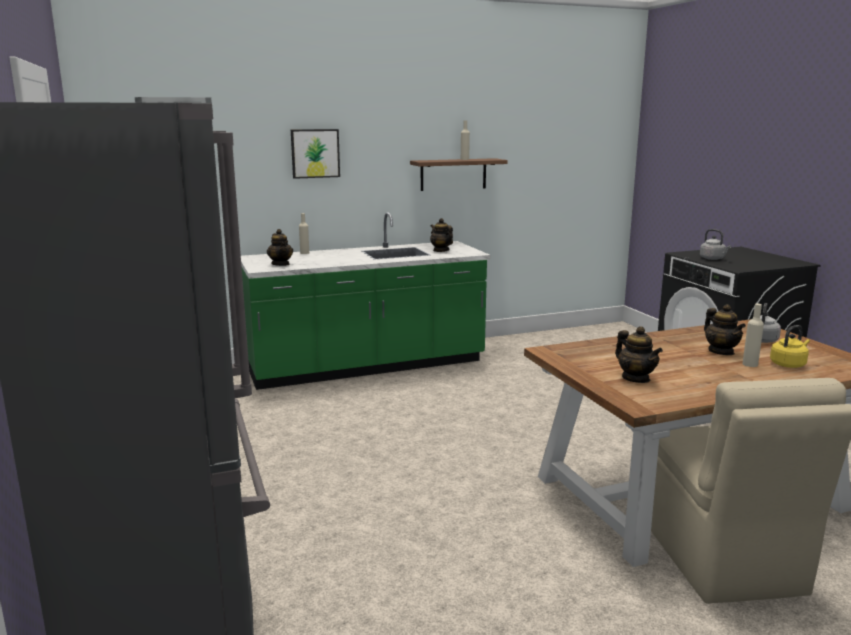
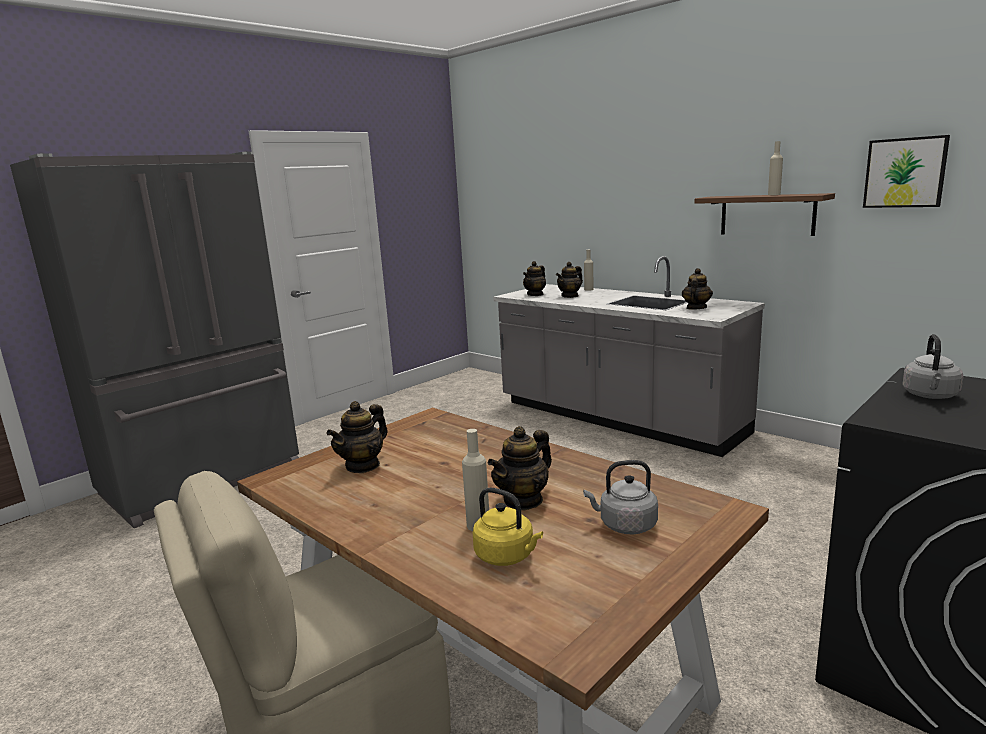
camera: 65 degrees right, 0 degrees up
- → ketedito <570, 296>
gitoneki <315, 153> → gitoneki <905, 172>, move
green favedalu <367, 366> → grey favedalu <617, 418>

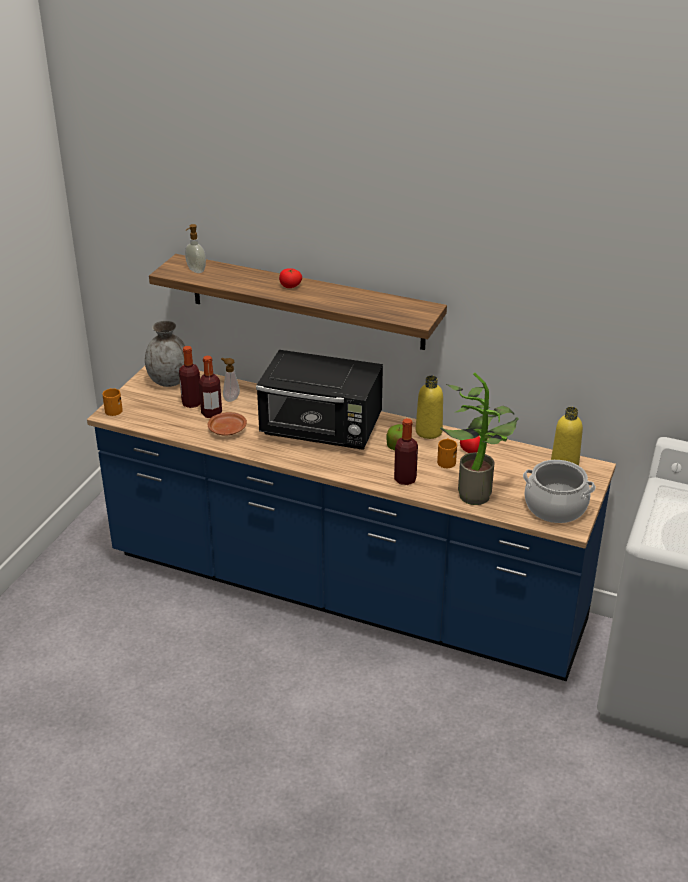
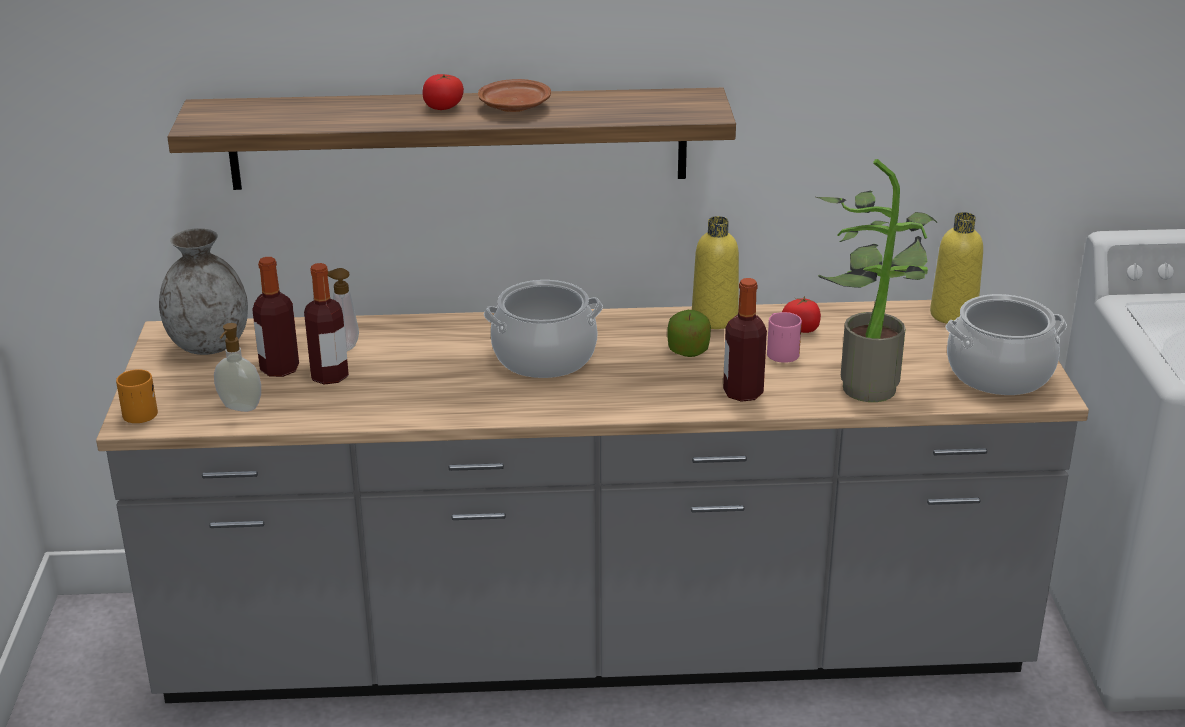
camera: 25 degrees left, 5 degrees down
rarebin <195, 270> → rarebin <240, 408>, move
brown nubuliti <227, 429> → brown nubuliti <514, 107>, move
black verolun <322, 430> → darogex <544, 357>
blue favedalu <344, 593> → grey favedalu <594, 648>
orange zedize <446, 460> → pink zedize <779, 351>

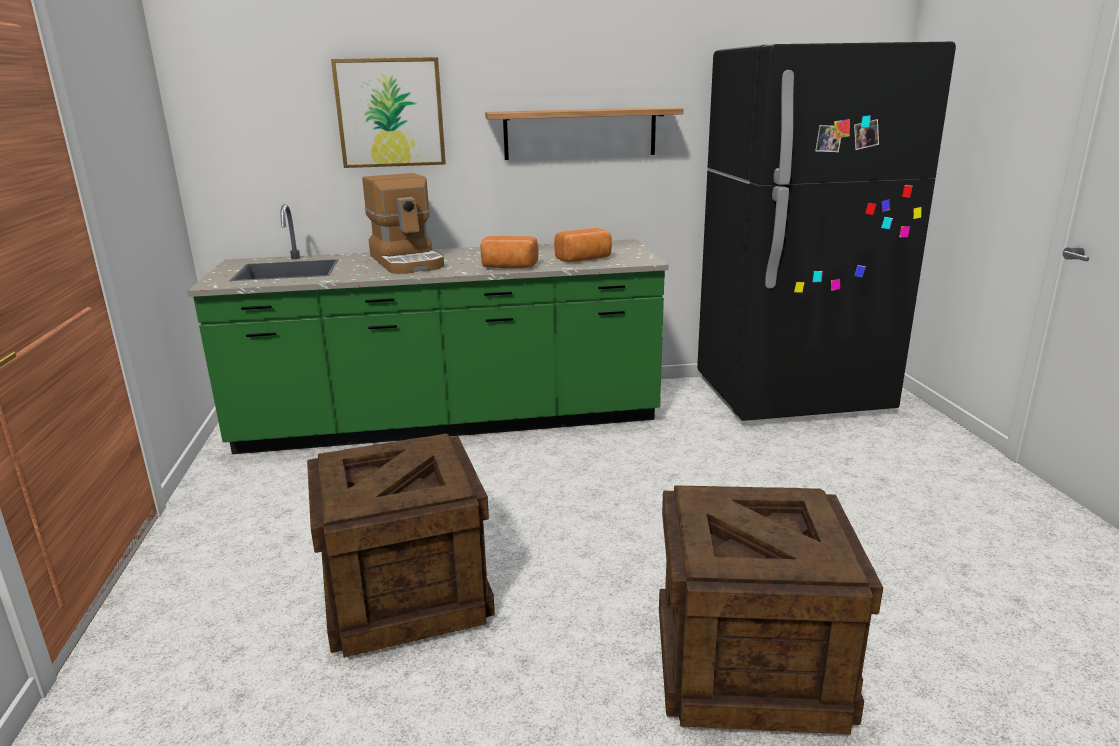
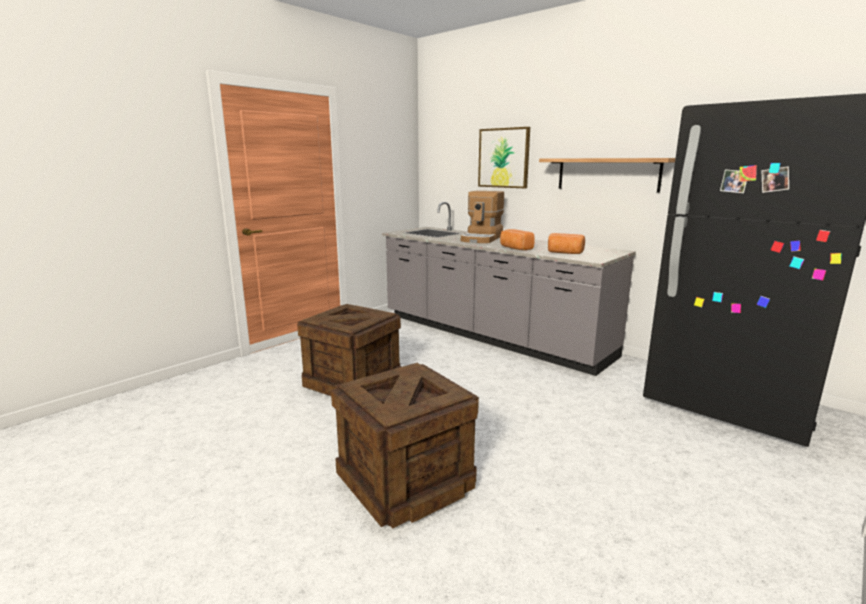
camera: 50 degrees right, 5 degrees down
green favedalu <450, 421> → grey favedalu <491, 335>

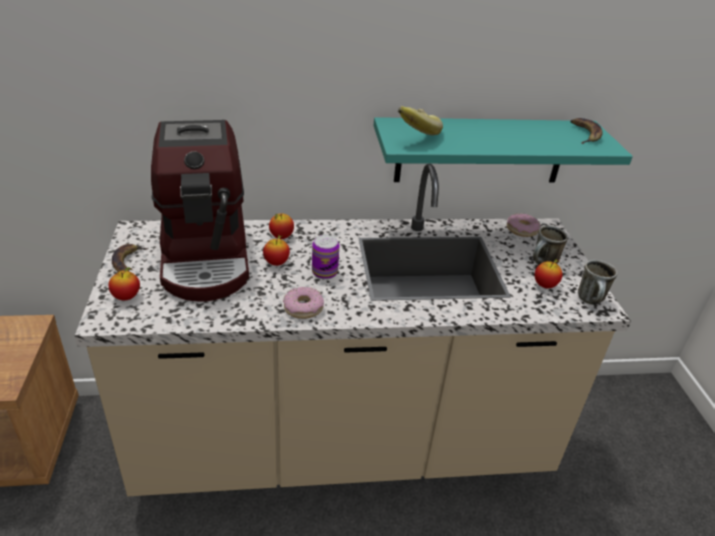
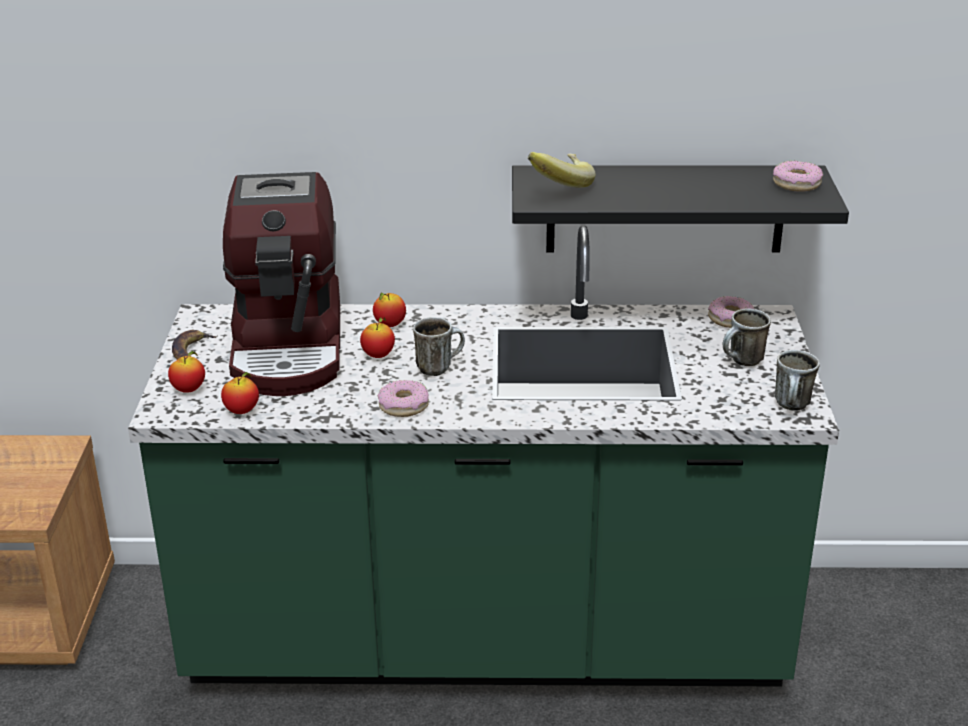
camera: 10 degrees right, 5 degrees down
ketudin <545, 285> → ketudin <242, 411>, move
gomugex <324, 272> → zedize <439, 367>
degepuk <584, 134> → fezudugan <796, 183>
beige favedalu <343, 445> → green favedalu <486, 642>
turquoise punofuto <481, 151> → black punofuto <665, 208>

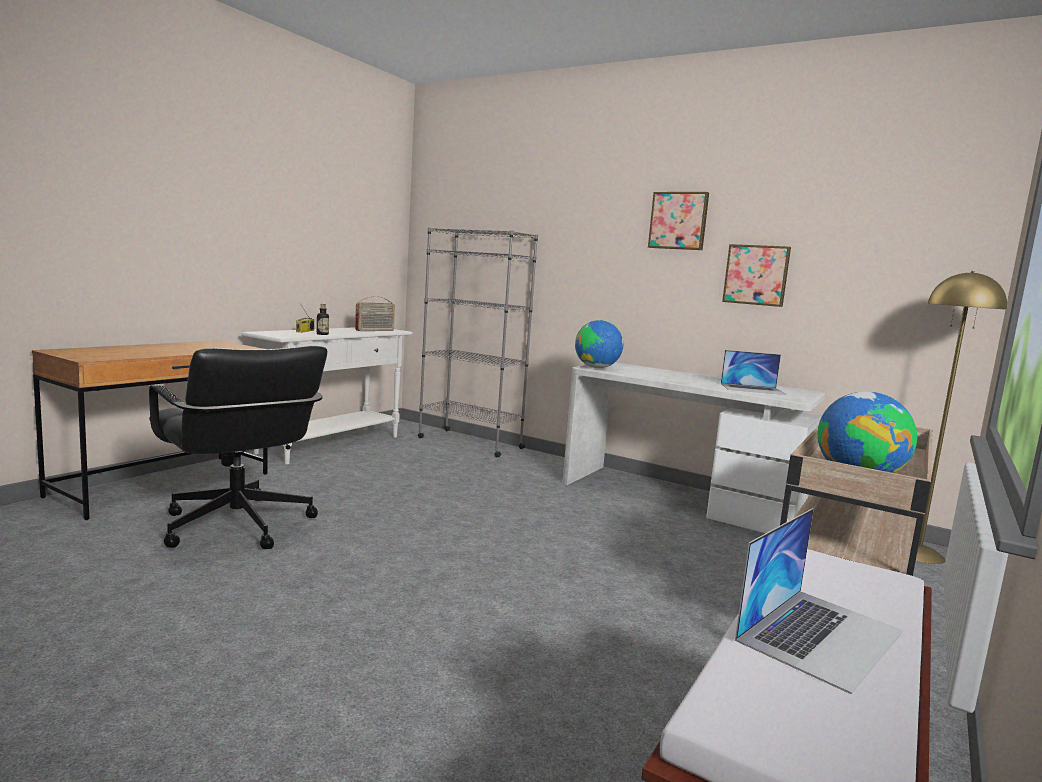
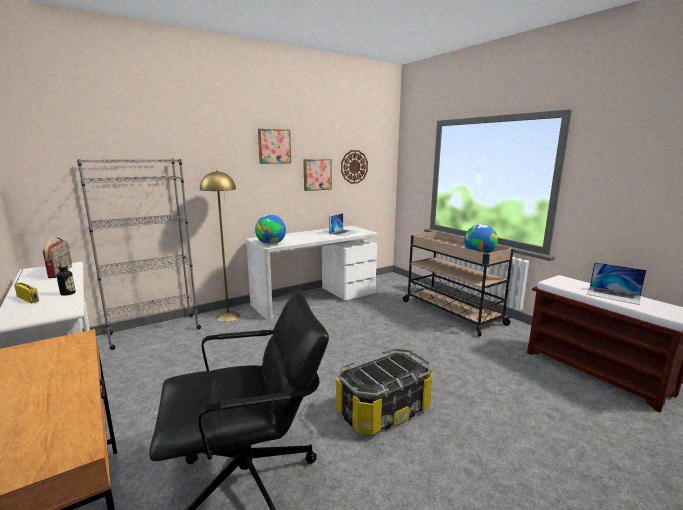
camera: 65 degrees left, 5 degrees up
- → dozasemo <383, 409>
- → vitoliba <354, 166>
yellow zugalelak <919, 554> → yellow zugalelak <228, 316>, move
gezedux <820, 635> → gezedux <613, 295>, 150 degrees clockwise

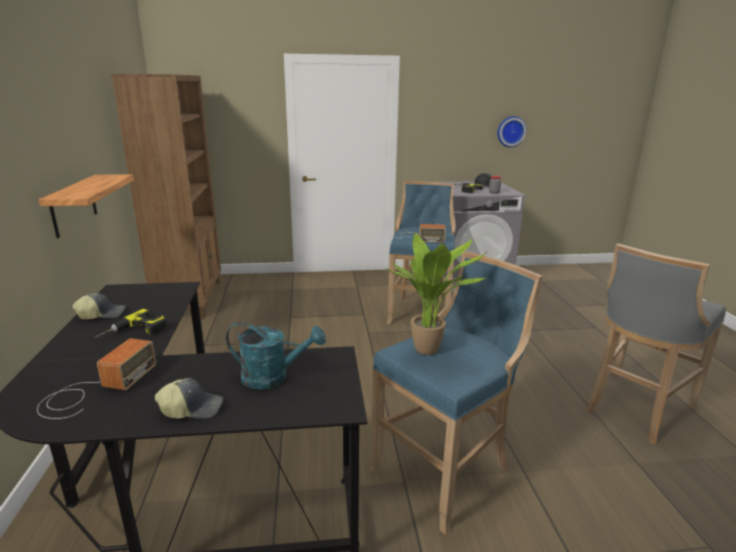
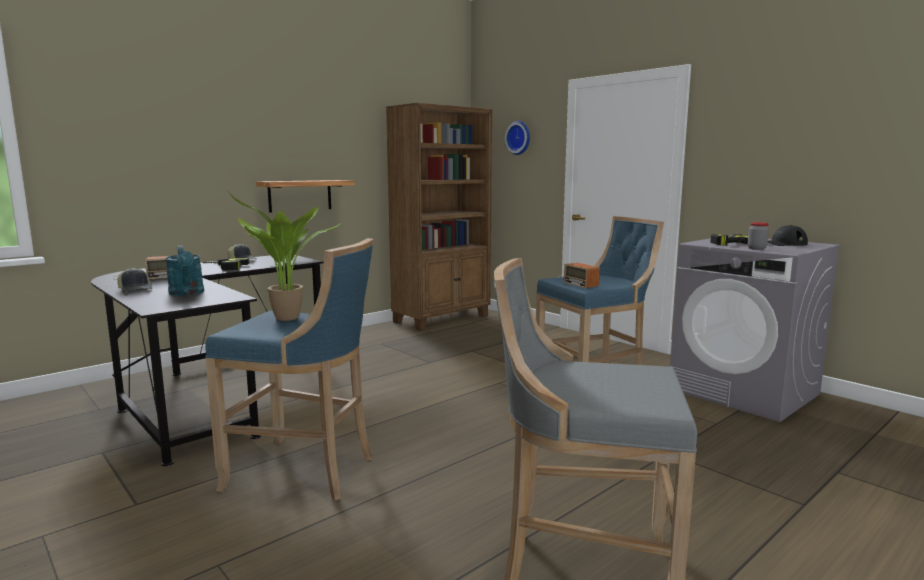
camera: 55 degrees right, 10 degrees down
vitoliba <510, 131> → vitoliba <519, 138>, move

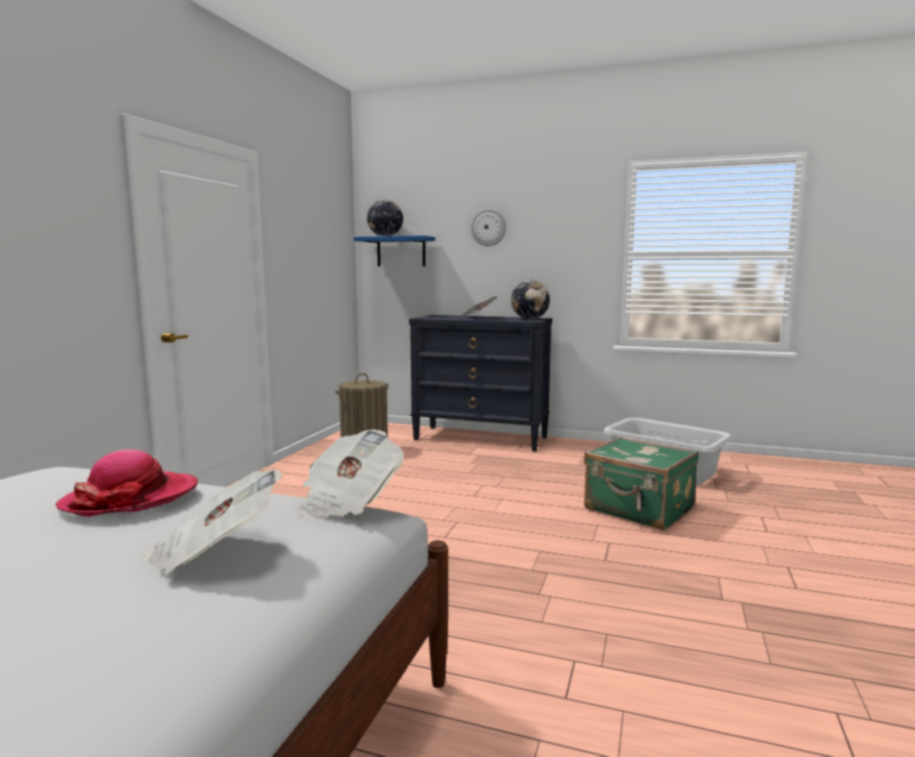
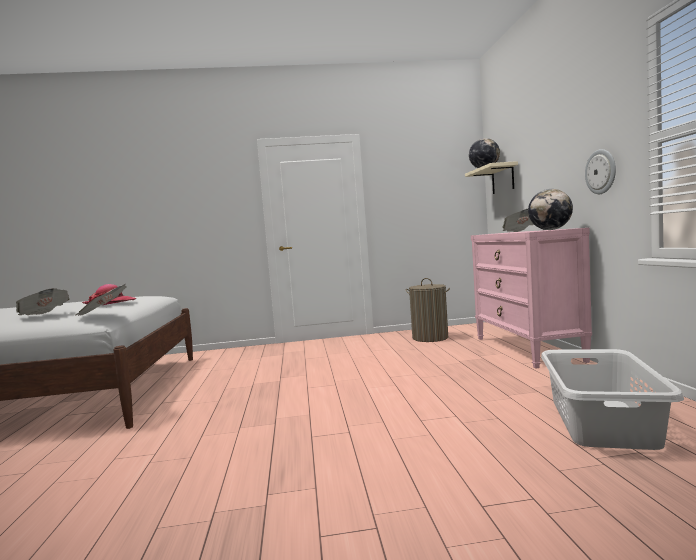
camera: 65 degrees right, 5 degrees down
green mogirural <638, 510> → -
vitoliba <488, 227> → vitoliba <601, 171>, move
blue punofuto <401, 252> → beige punofuto <503, 179>
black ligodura <481, 438> → pink ligodura <527, 349>

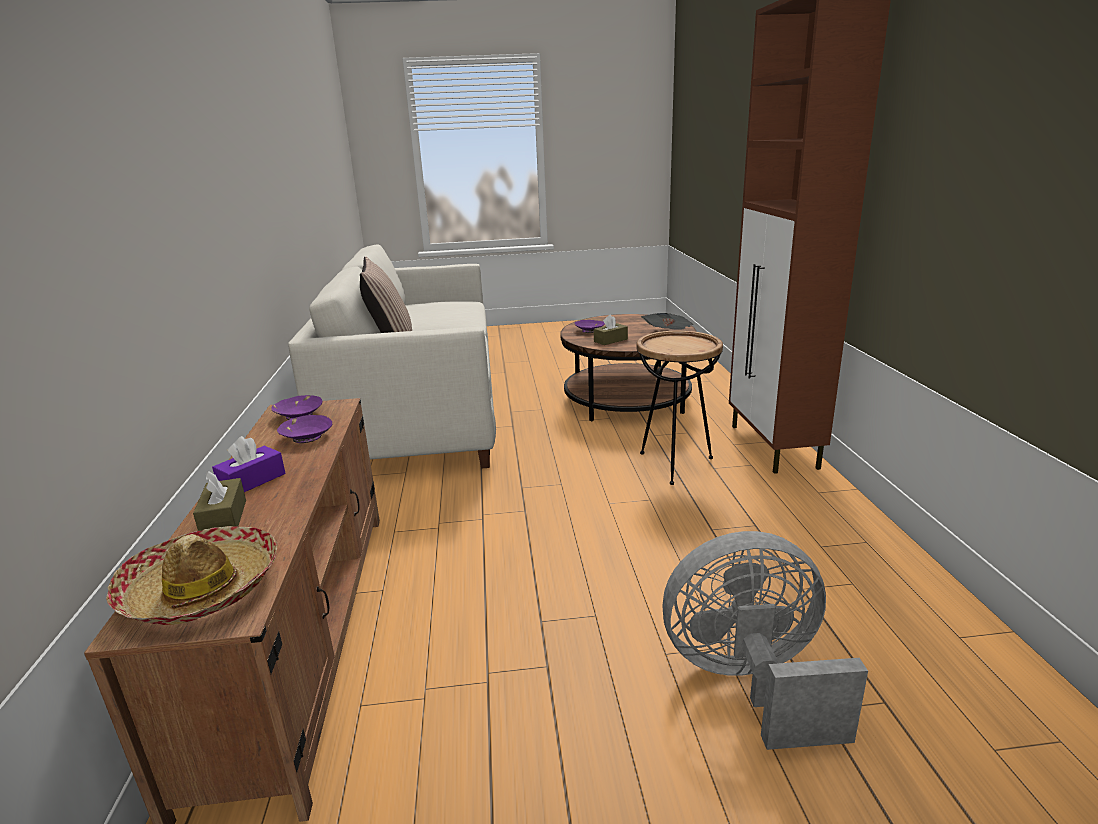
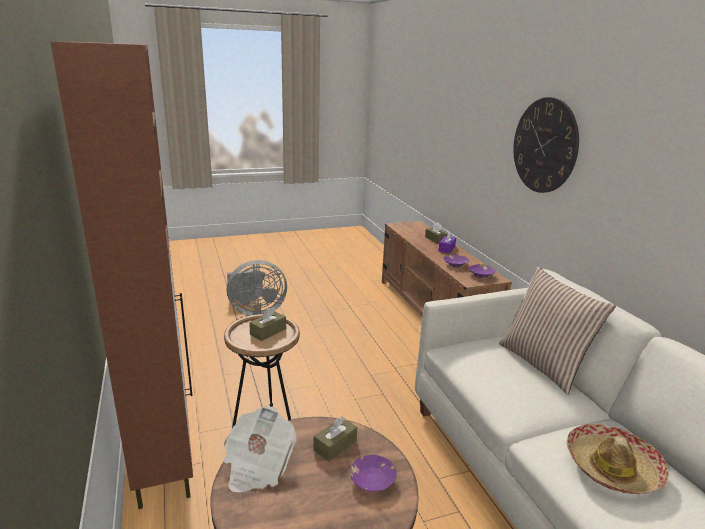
camera: 165 degrees right, 0 degrees up
- → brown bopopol <268, 331>
- → vitoliba <544, 145>
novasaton <202, 588> → novasaton <612, 467>, move

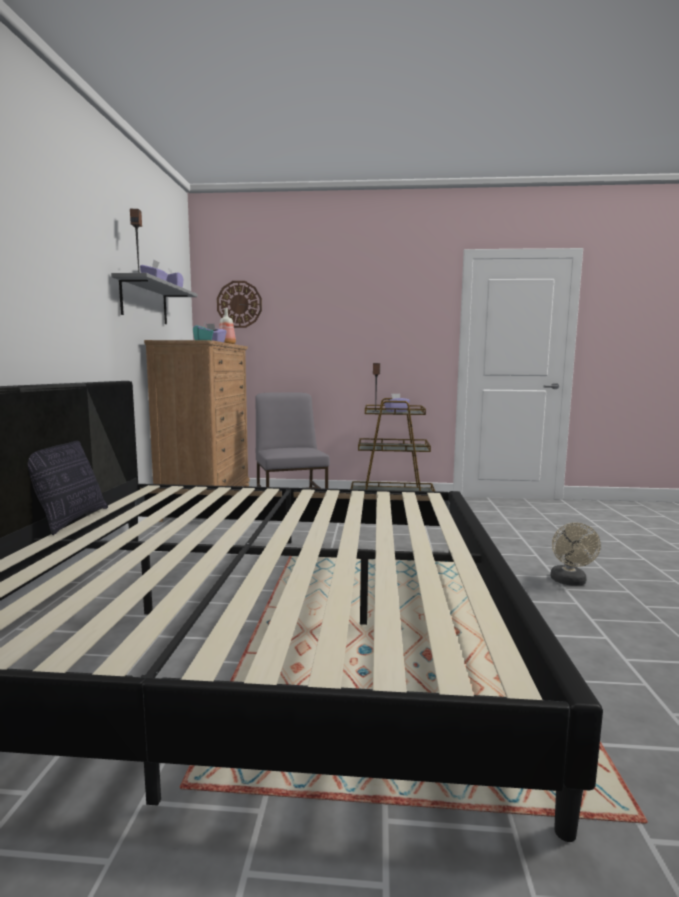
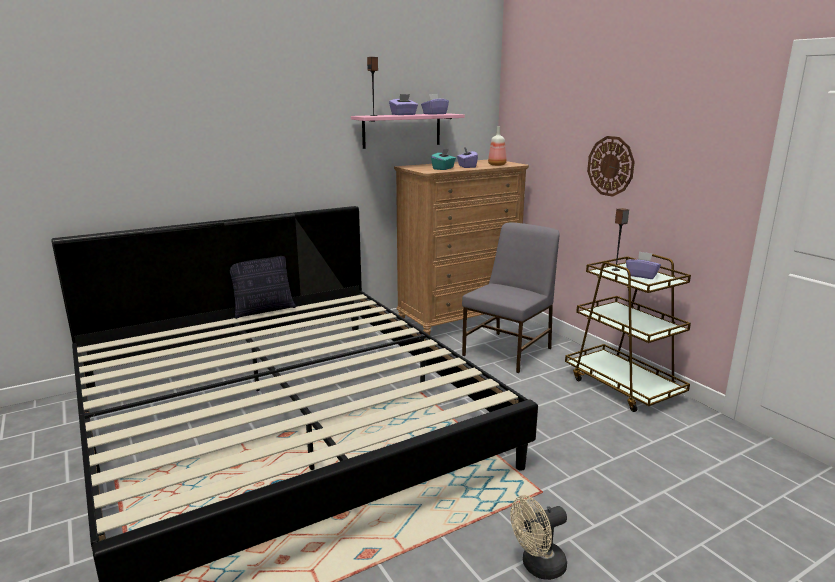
camera: 55 degrees right, 10 degrees up
vitoliba <239, 304> → vitoliba <610, 166>, move
grey punofuto <144, 302> → pink punofuto <402, 130>

